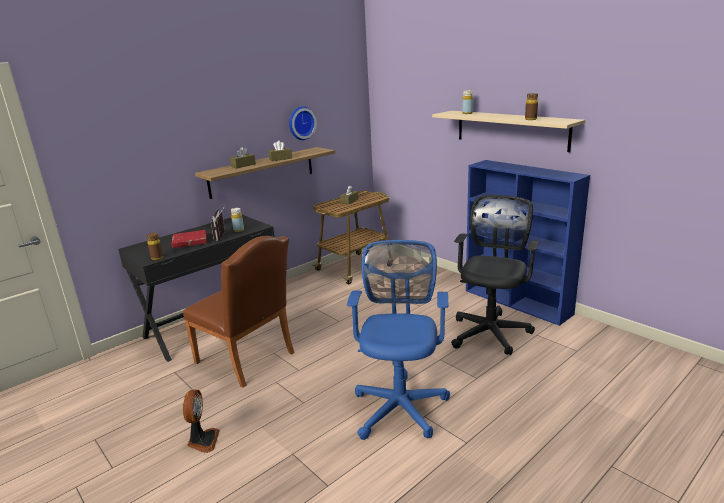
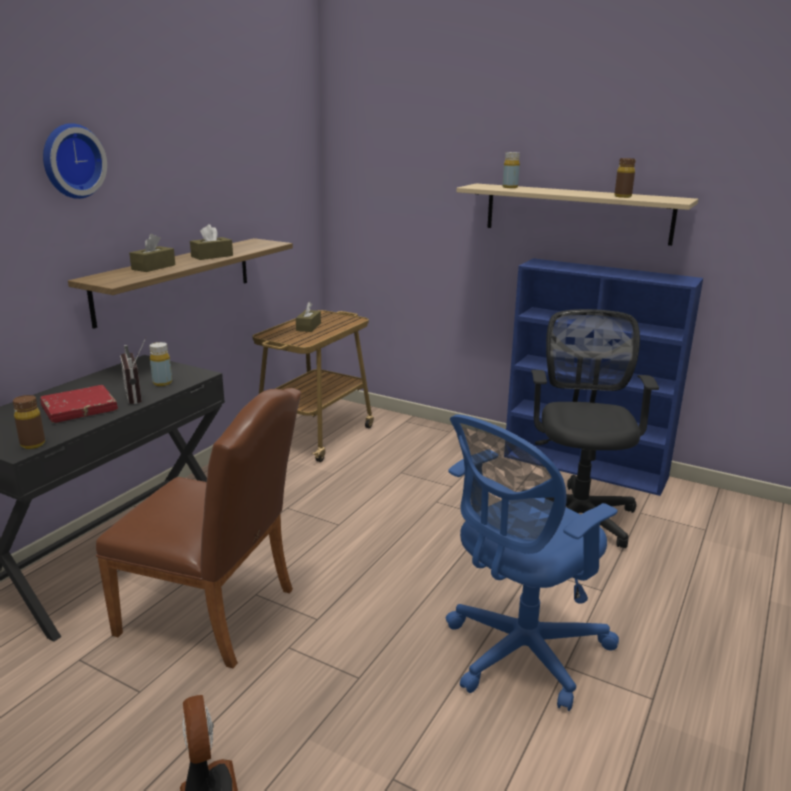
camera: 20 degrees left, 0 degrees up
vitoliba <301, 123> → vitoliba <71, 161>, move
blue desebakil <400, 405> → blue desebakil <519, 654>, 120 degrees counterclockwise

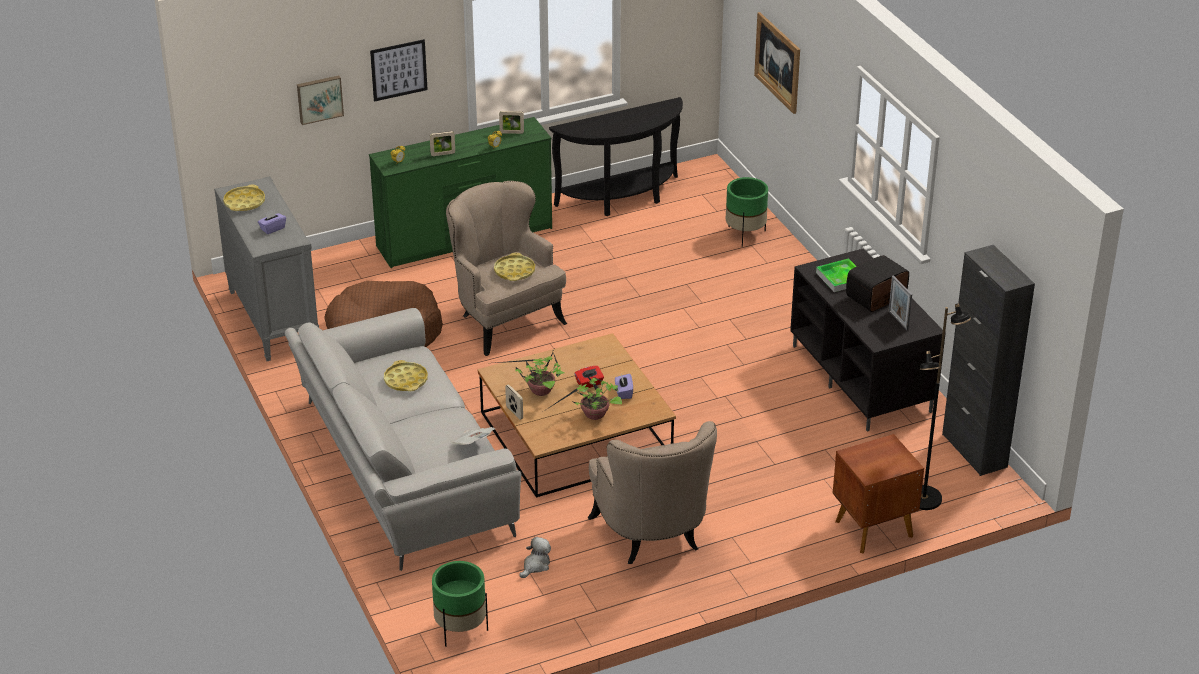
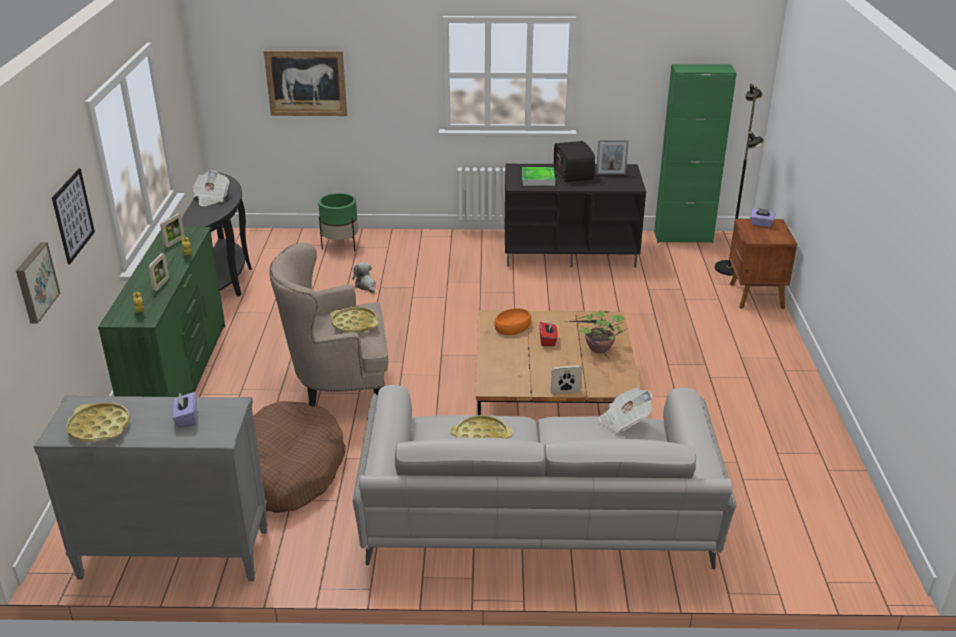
camera: 65 degrees left, 5 degrees down
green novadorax <461, 630> → -
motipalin <539, 391> → -
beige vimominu <653, 536> → -
- → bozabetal <211, 198>
- → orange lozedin <512, 326>
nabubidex <535, 565> → nabubidex <366, 285>, move
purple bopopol <623, 392> → purple bopopol <761, 224>, move
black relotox <974, 450> → green relotox <683, 237>

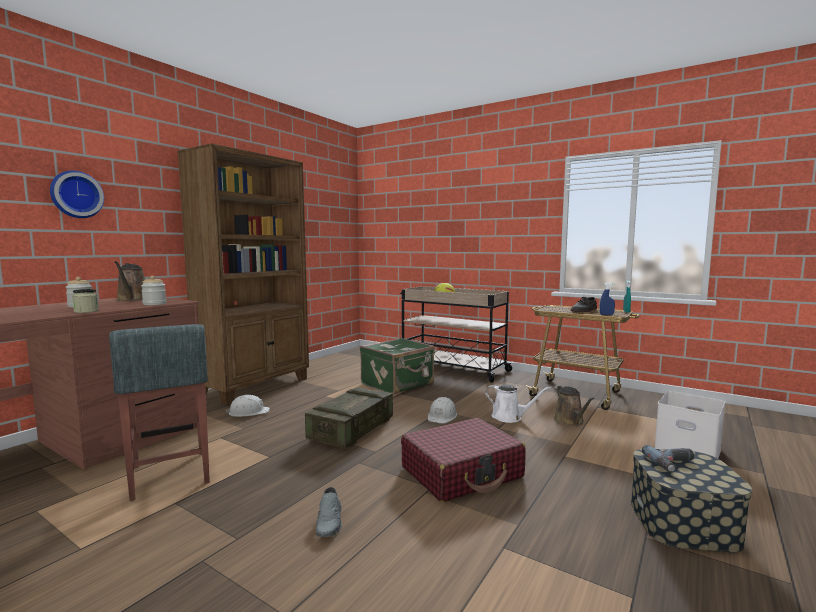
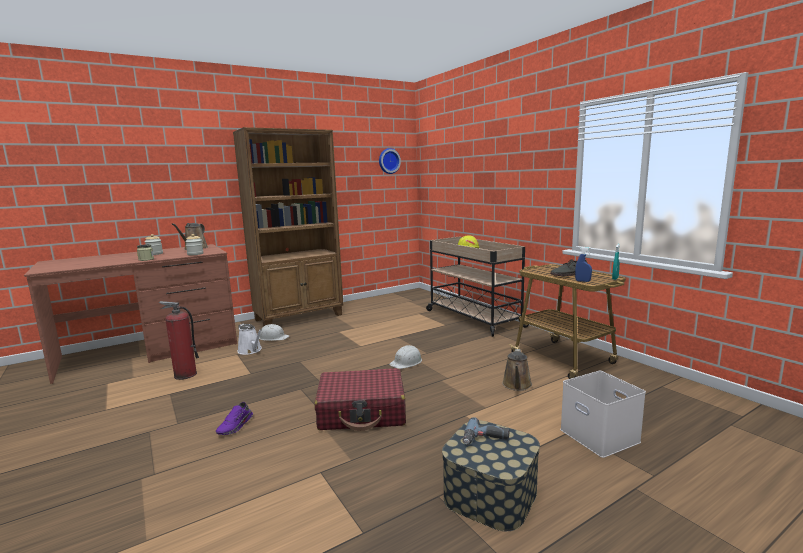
camera: 25 degrees right, 5 degrees up
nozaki <352, 430> → -
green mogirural <398, 384> → -
vitoliba <76, 194> → vitoliba <388, 161>, move
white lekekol <509, 417> → white lekekol <251, 350>, move
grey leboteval <170, 475> → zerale <185, 375>
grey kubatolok <330, 522> → purple kubatolok <236, 426>

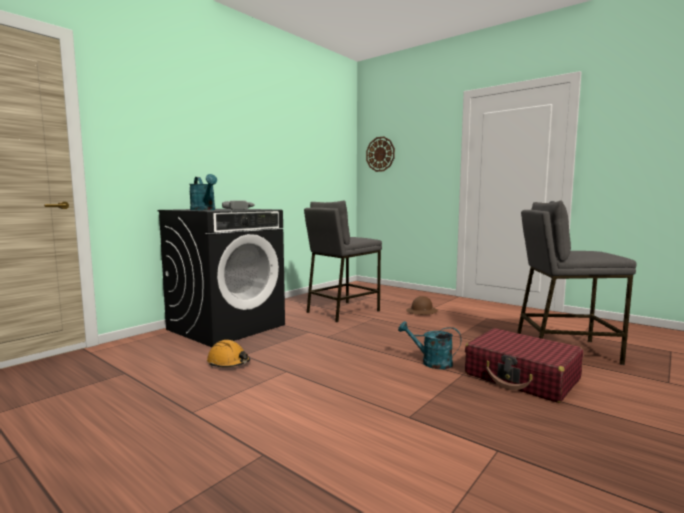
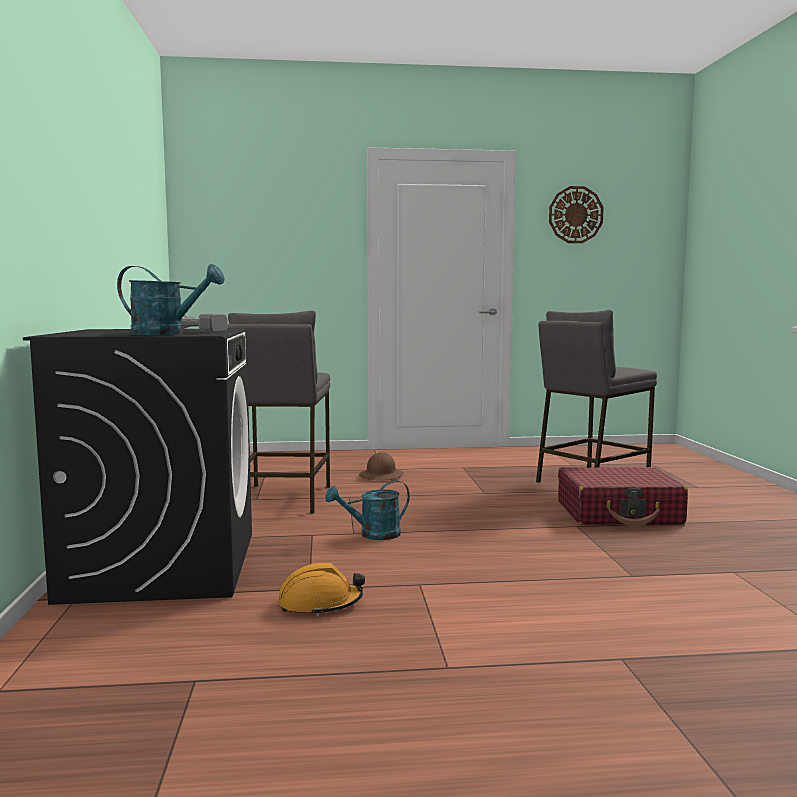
camera: 45 degrees left, 0 degrees up
vitoliba <380, 154> → vitoliba <575, 215>, move
turquoise lekekol <431, 362> → turquoise lekekol <373, 535>, move

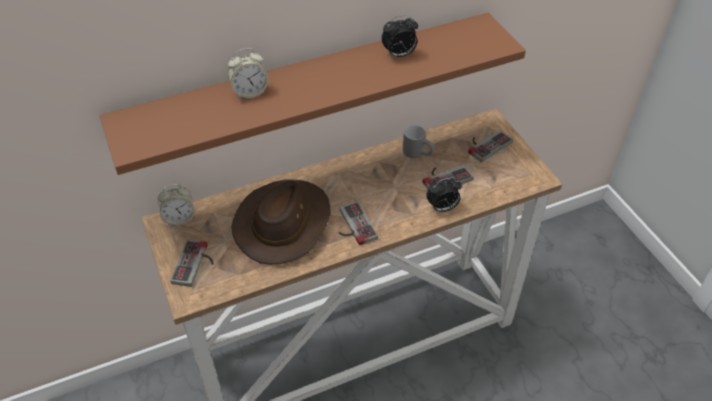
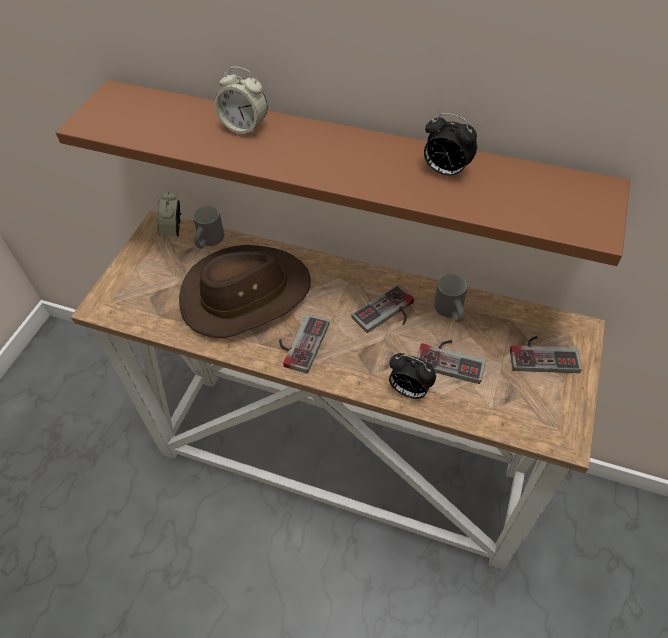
camera: 45 degrees right, 5 degrees up
- → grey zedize <211, 243>
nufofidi <196, 265> → nufofidi <387, 314>, move
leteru <179, 218> → leteru <173, 231>, 60 degrees clockwise

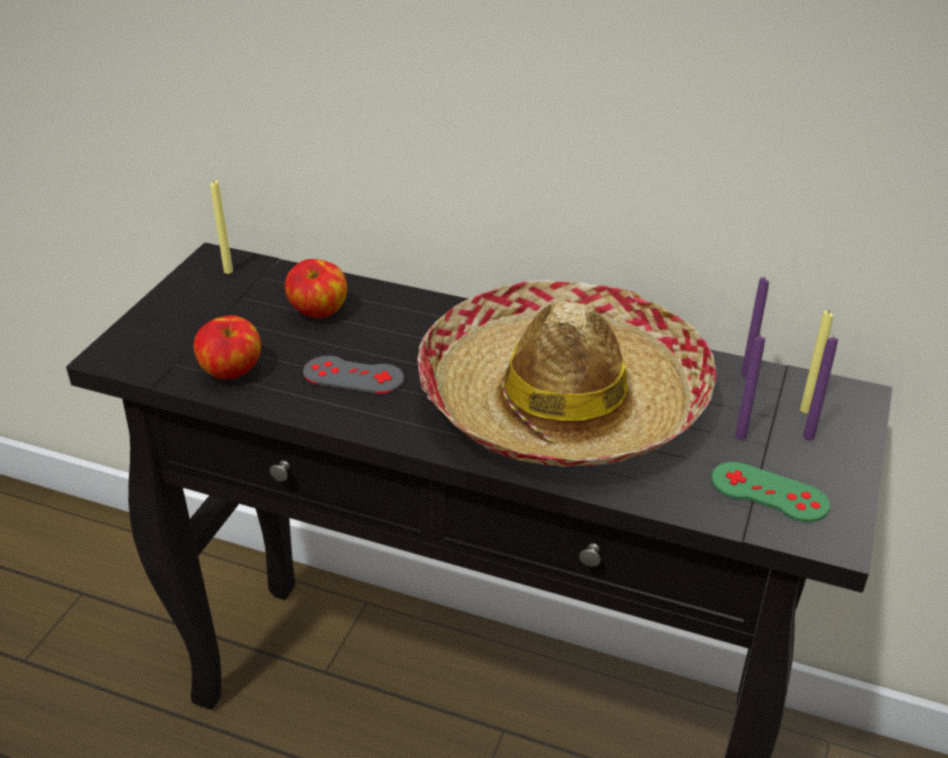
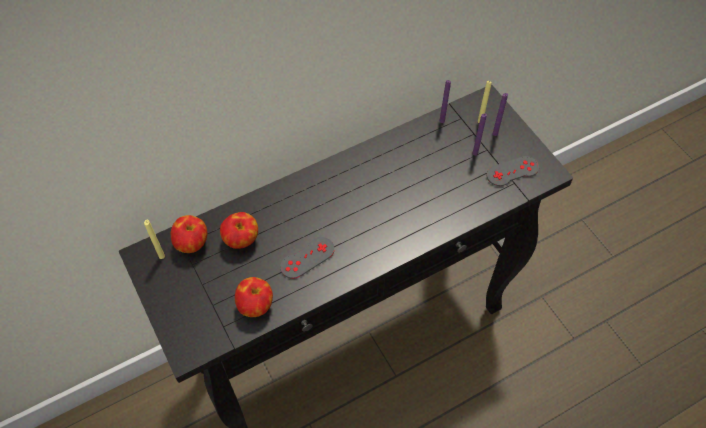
camera: 50 degrees left, 20 degrees up
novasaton <561, 399> → -
- → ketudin <192, 243>
green nufofidi <769, 492> → grey nufofidi <512, 171>

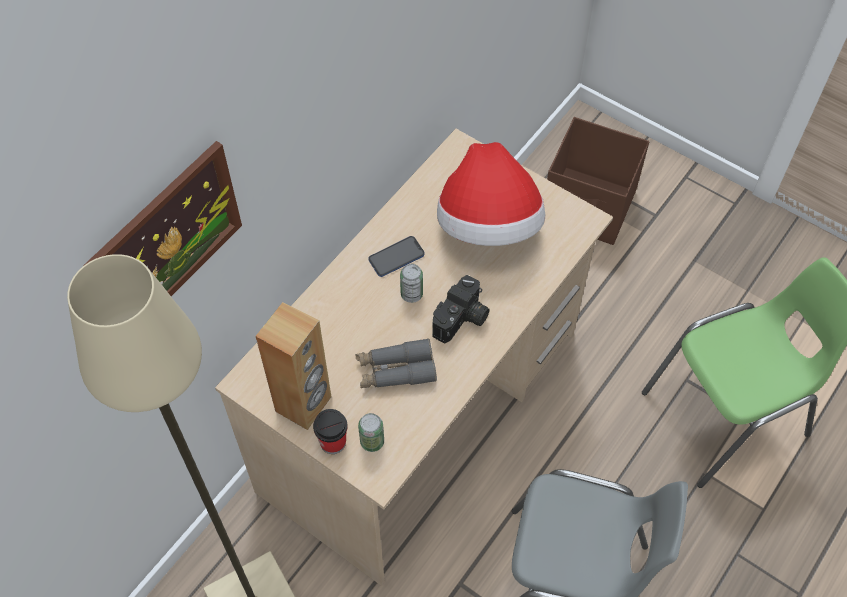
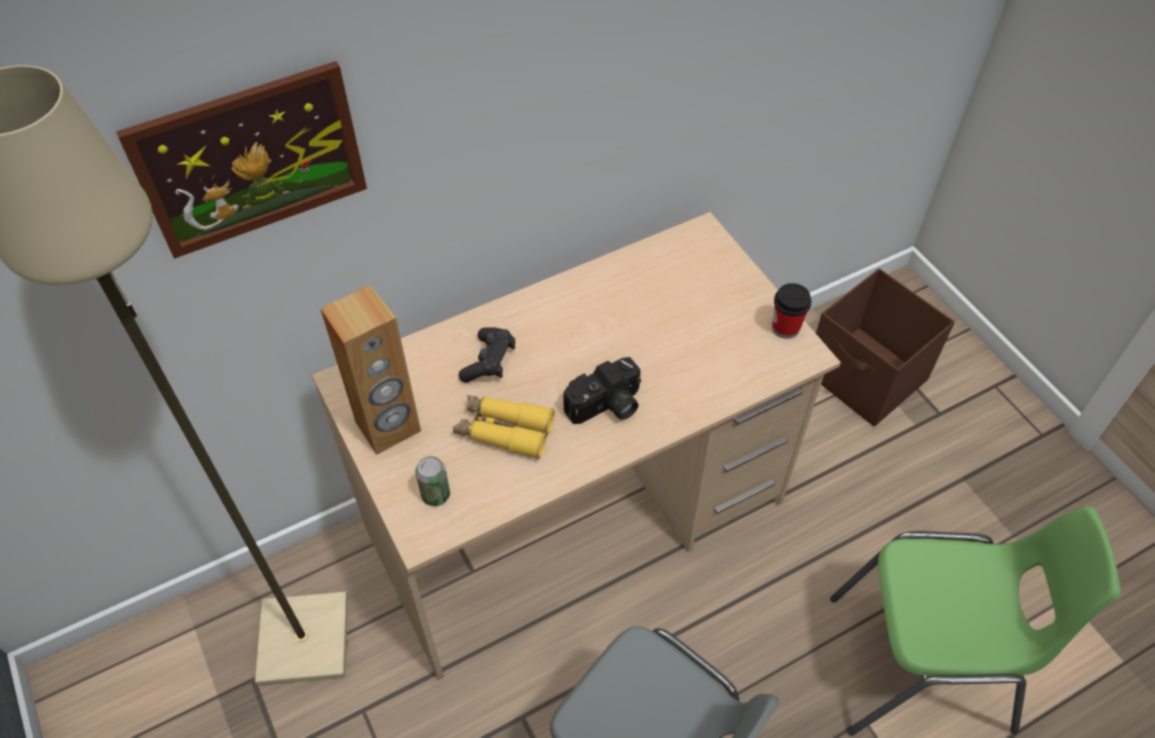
camera: 25 degrees right, 5 degrees down
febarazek <396, 257> → -
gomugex <411, 294> → -
novasaton <489, 225> → -
- → black nufofidi <489, 362>
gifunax <333, 442> → gifunax <785, 328>, move
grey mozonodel <395, 370> → yellow mozonodel <504, 431>

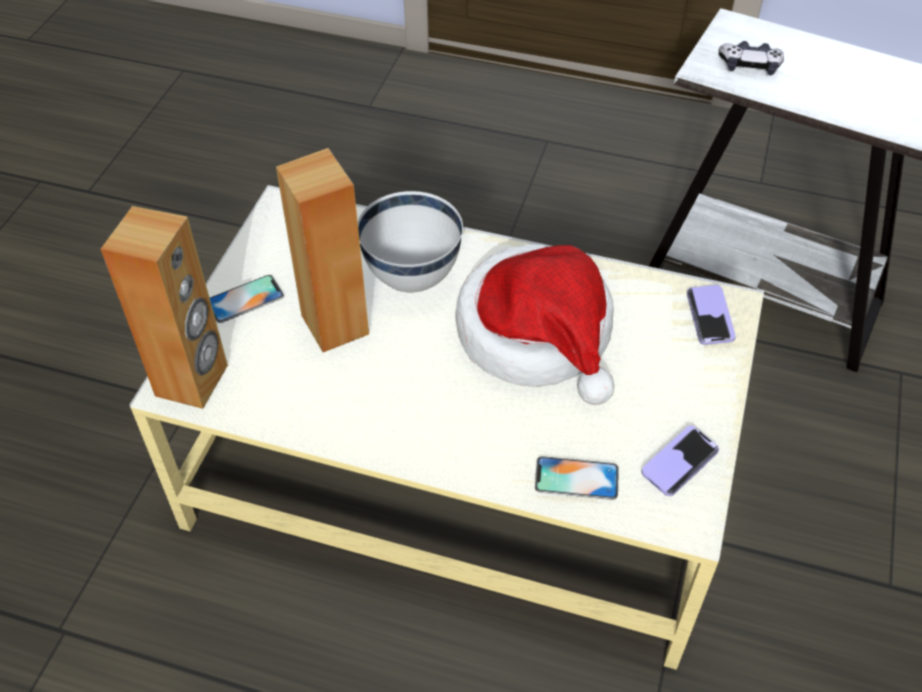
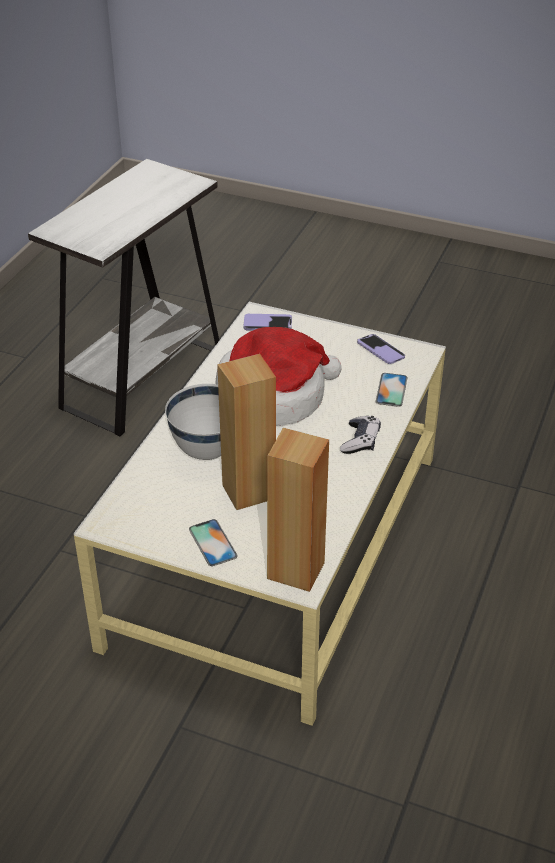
camera: 85 degrees left, 10 degrees down
nufofidi <749, 66> → nufofidi <360, 441>, move

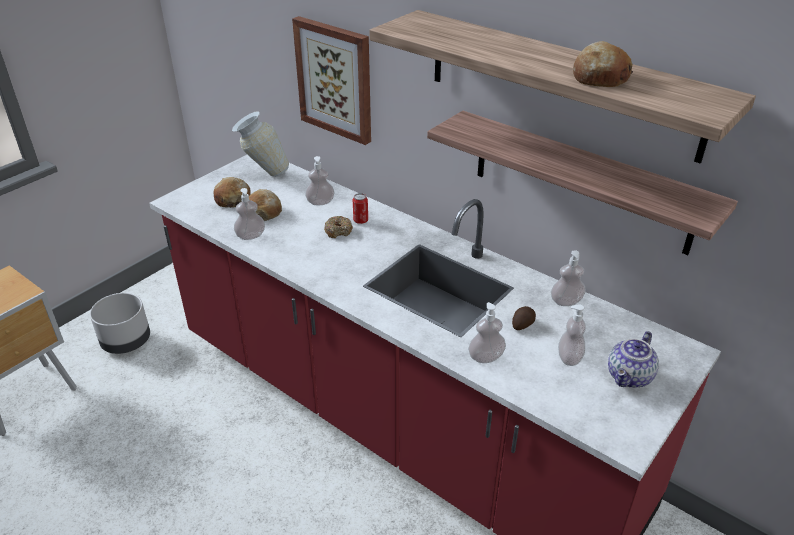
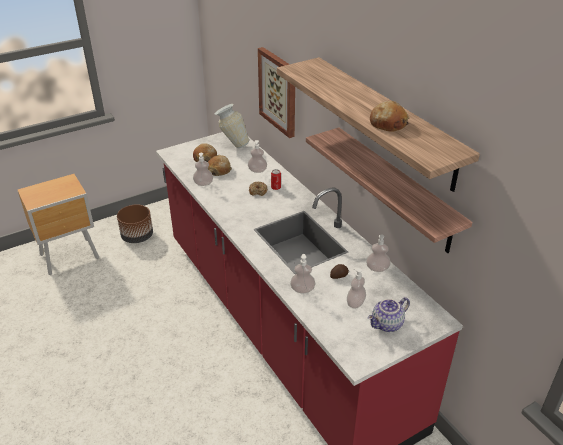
camera: 20 degrees right, 0 degrees up
grey novadorax <126, 342> → brown novadorax <137, 237>

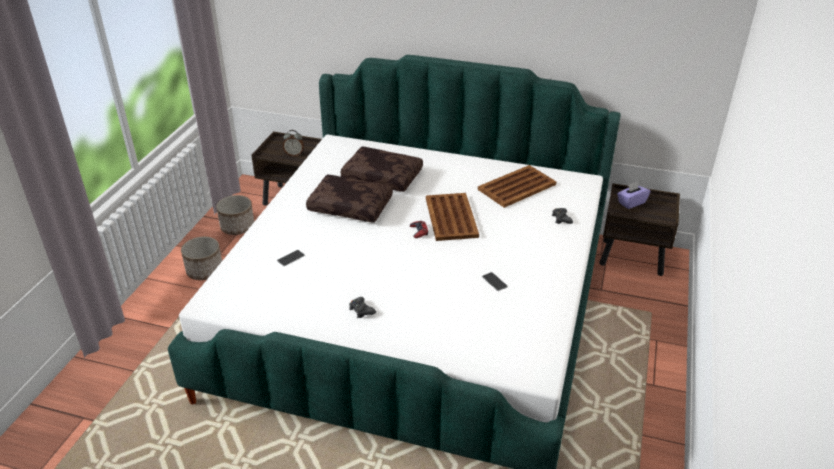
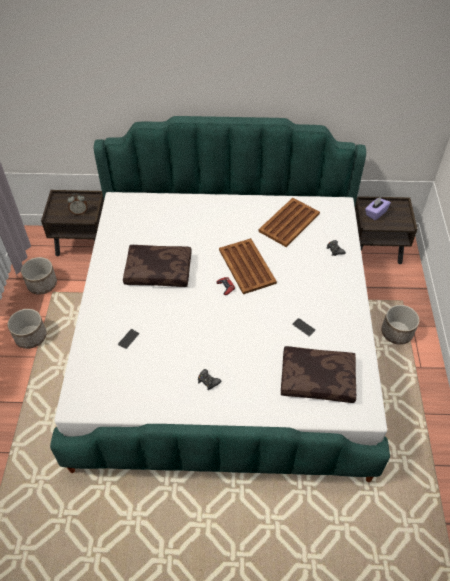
camera: 15 degrees left, 15 degrees up
- → novadorax <396, 332>
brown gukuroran <383, 176> → brown gukuroran <318, 378>, move

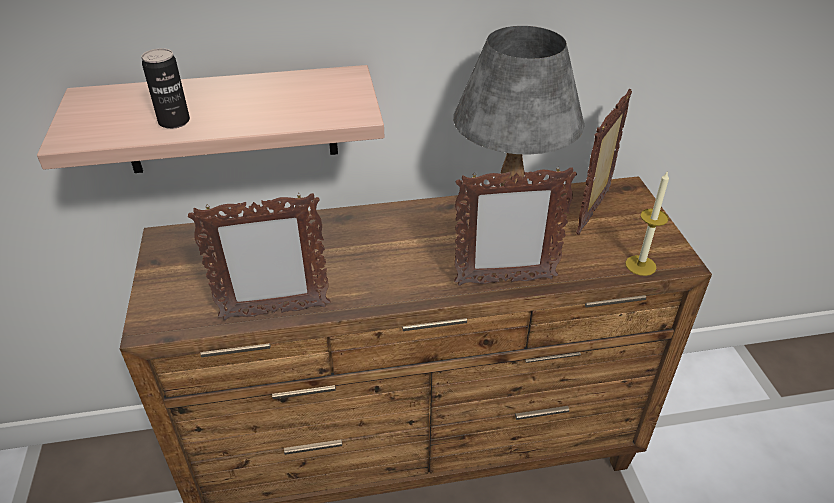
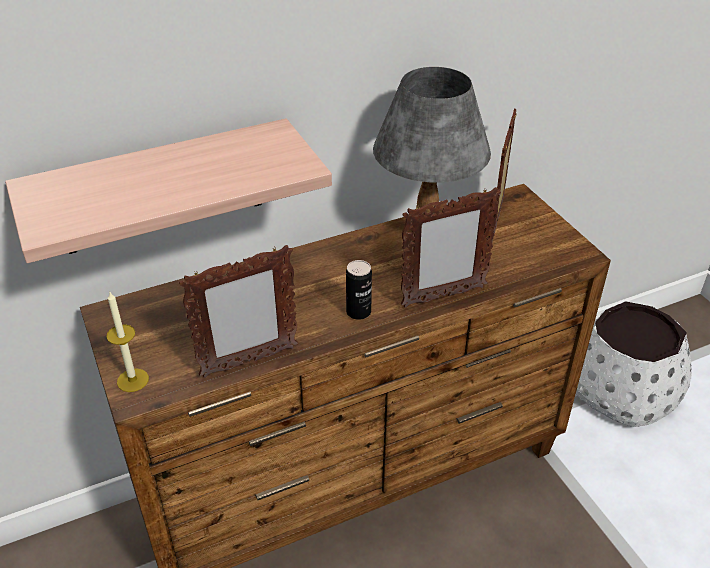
camera: 15 degrees left, 0 degrees up
- → white novadorax <622, 387>
gomugex <174, 122> → gomugex <358, 312>, move
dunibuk <640, 265> → dunibuk <133, 380>, move

